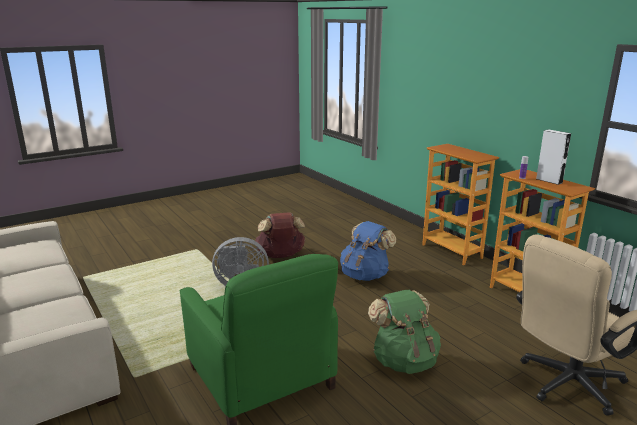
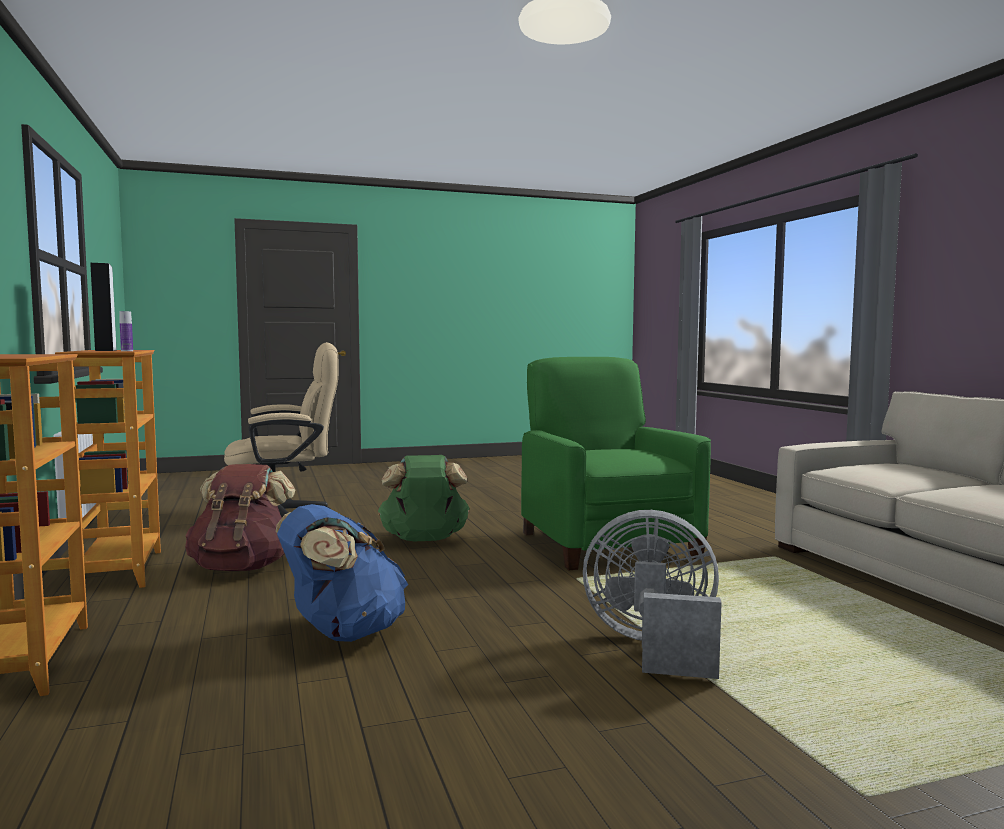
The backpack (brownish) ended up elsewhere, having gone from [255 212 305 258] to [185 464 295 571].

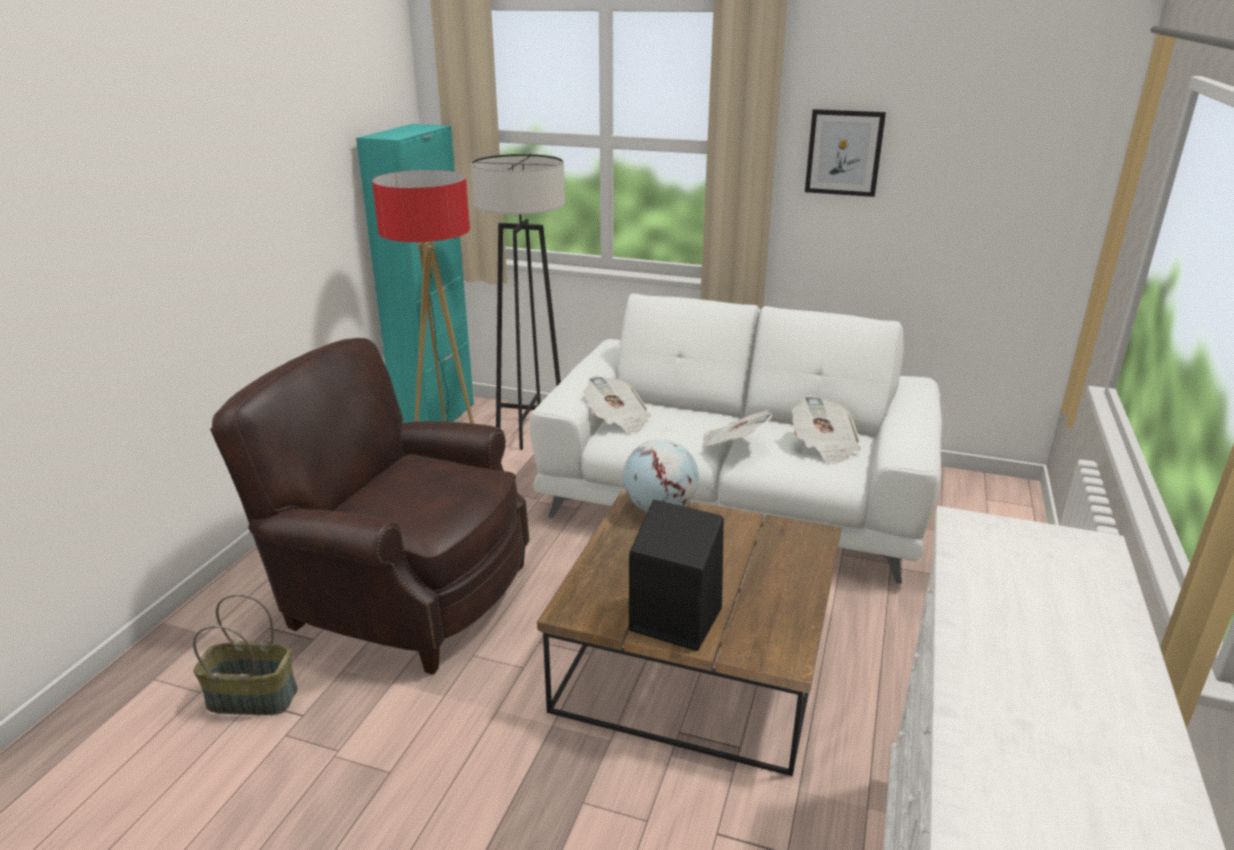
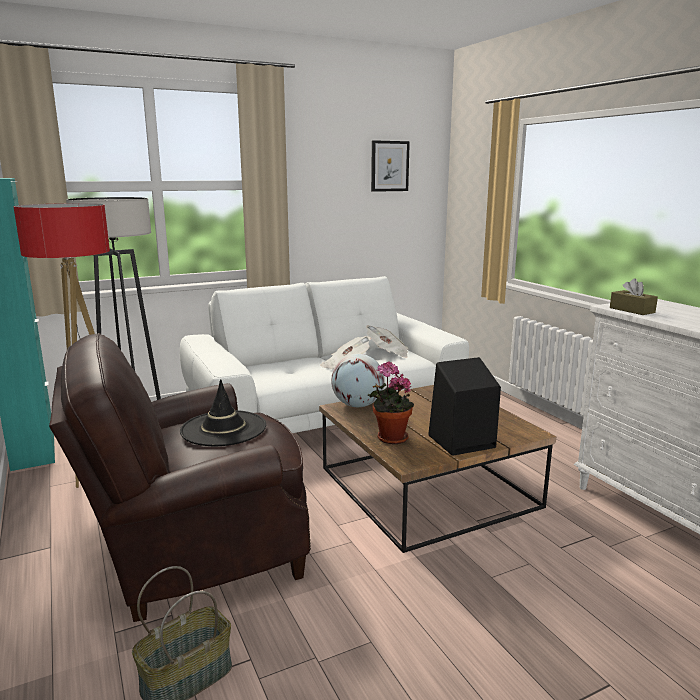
The second view lost the printed paper at [583 376 651 434].
The picture ended up elsewhere, having gone from [805 109 886 197] to [371 140 410 192].
The second view gained the hat (black-coloured) at [180 379 266 446].
The second view gained the potted plant at [368 361 414 444].
The second view gained the tissue holder (brownish) at [610 278 658 315].

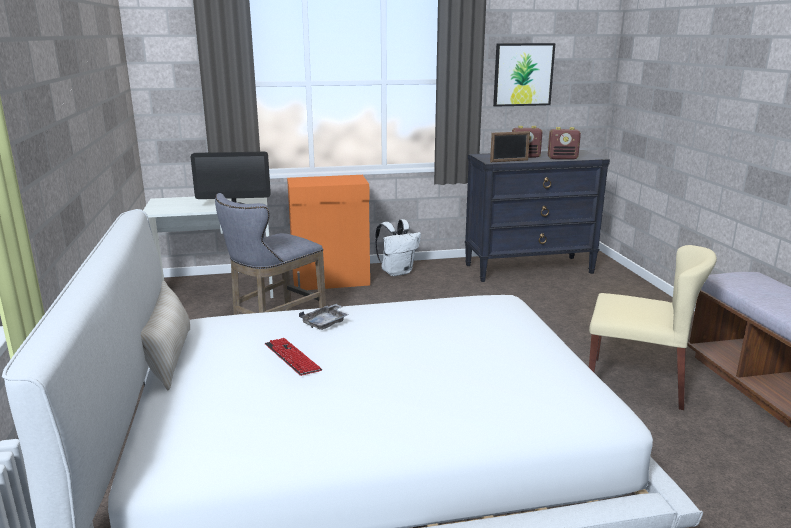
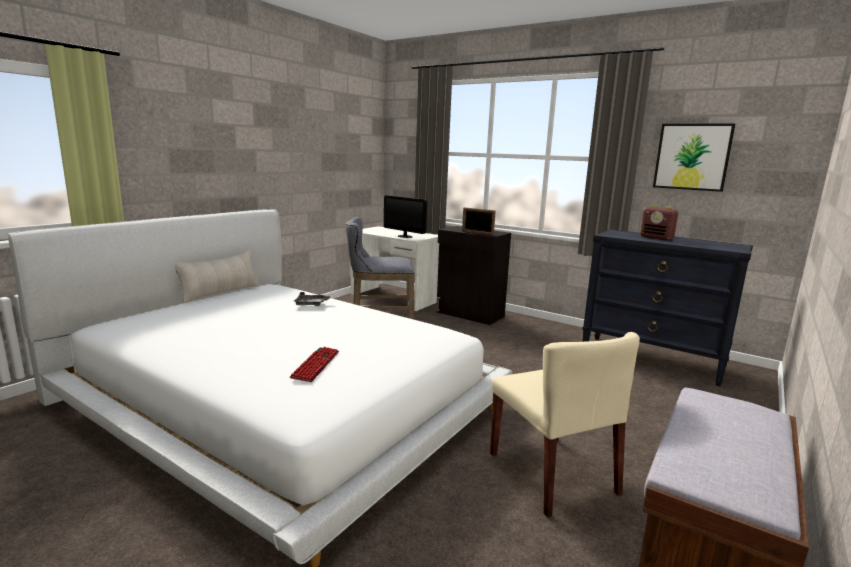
The keyboard ended up elsewhere, having gone from [264 338 322 376] to [290 347 339 382].
What was the cabinet (orange) at [287 175 370 290] turned into the cabinet (black-coloured) at [436 226 511 325].
The second view lost the backpack (white-coloured) at [375 219 421 276].
The photo frame ended up elsewhere, having gone from [490 131 530 162] to [462 207 496 235].
The second view lost the radio at [548 127 581 160].

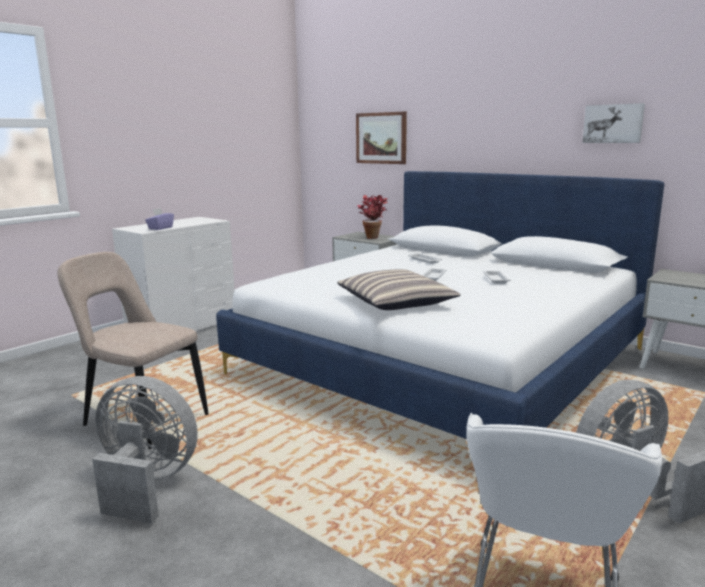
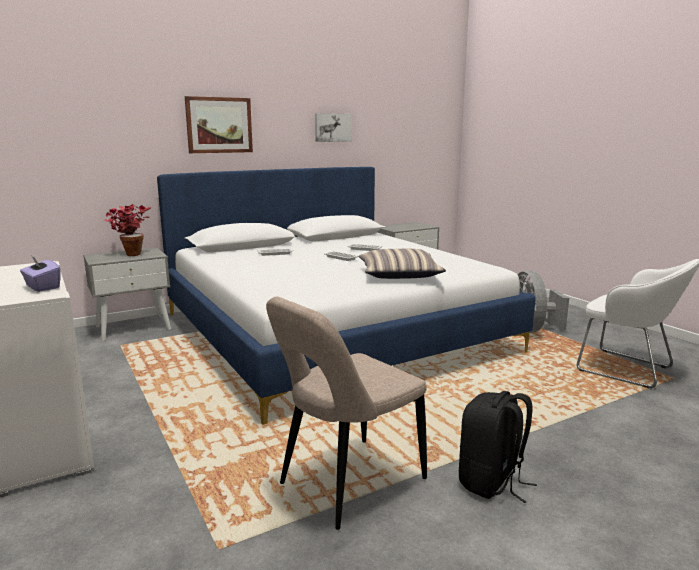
Where the fan (grey) stood at [92 376 198 524], the backpack (black-coloured) came to stand at [459 391 537 503].
The picture ended up elsewhere, having gone from [356 112 407 164] to [185 96 253 153].

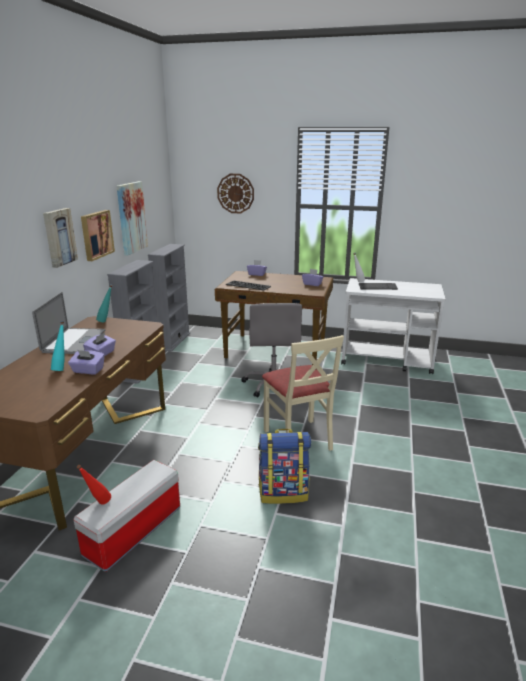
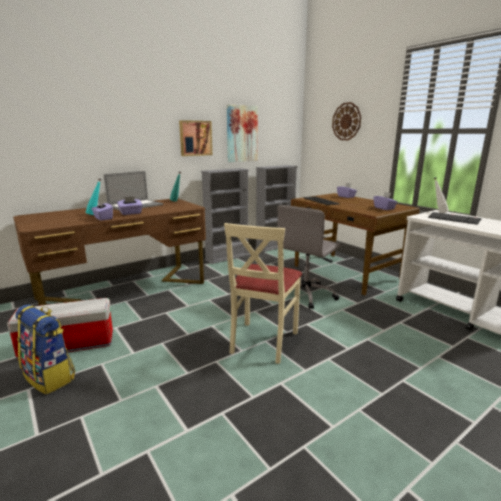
The second view lost the picture at [43 208 78 268].
The second view lost the drink bottle (red) at [77 465 111 505].
The backpack ended up elsewhere, having gone from [258 429 311 504] to [16 304 75 395].

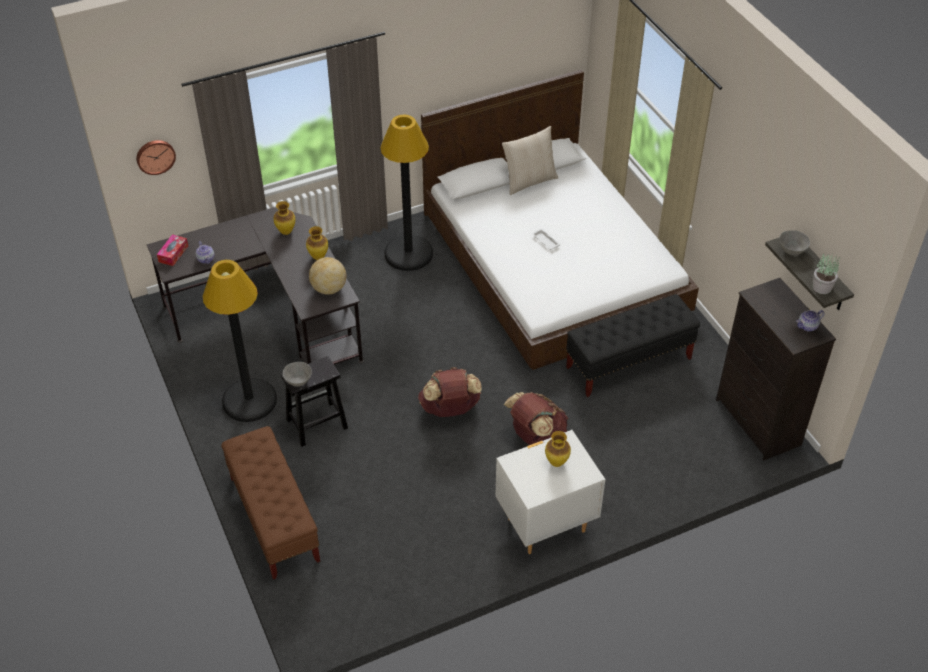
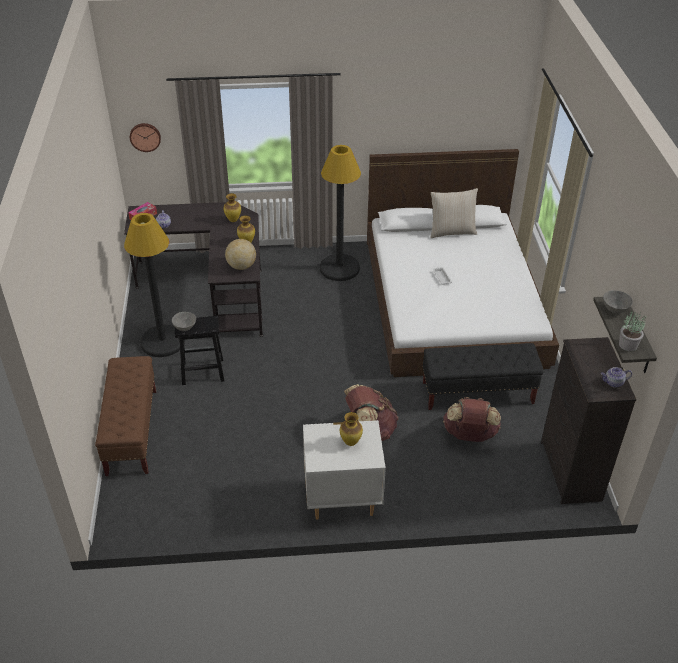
The backpack (brownish) ended up elsewhere, having gone from [418 367 482 417] to [443 397 501 442].

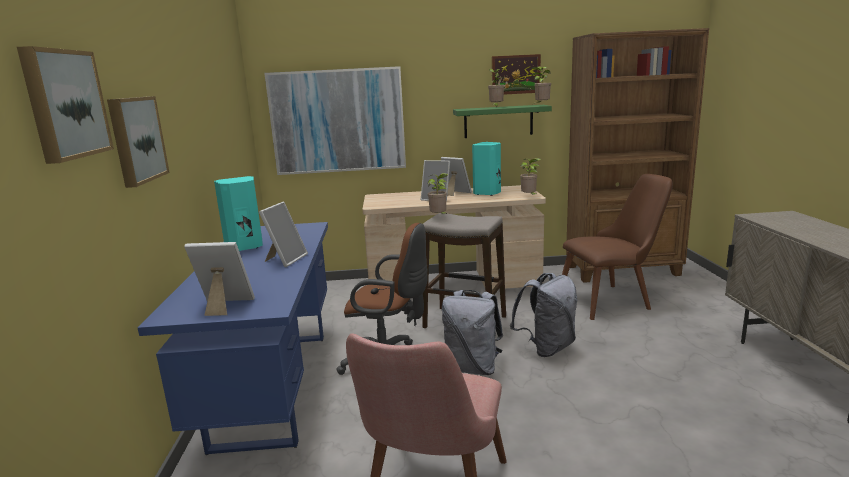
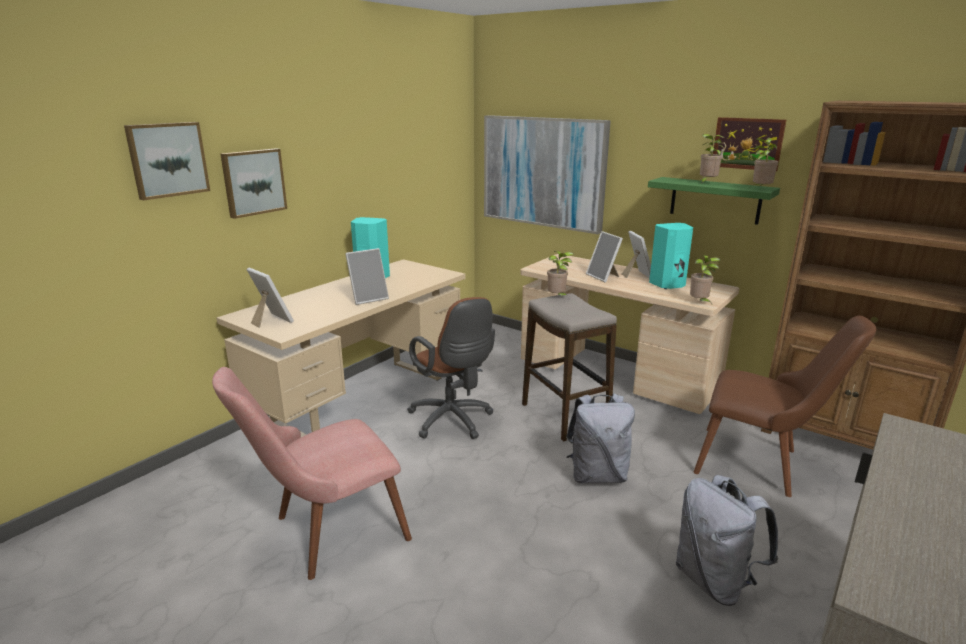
What was the desk table (bluish) at [138 222 328 455] turned into the desk table (beige) at [216 259 466 437].
The backpack (grey) ended up elsewhere, having gone from [442 290 503 375] to [676 475 778 606].

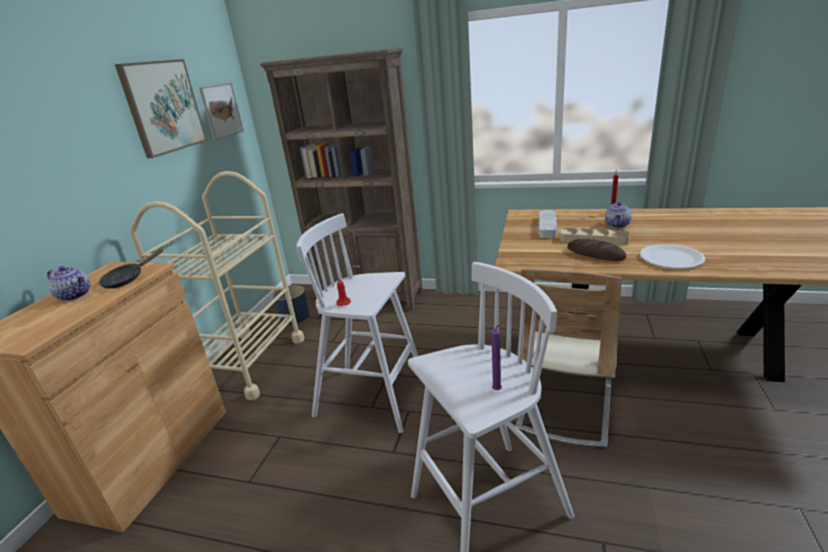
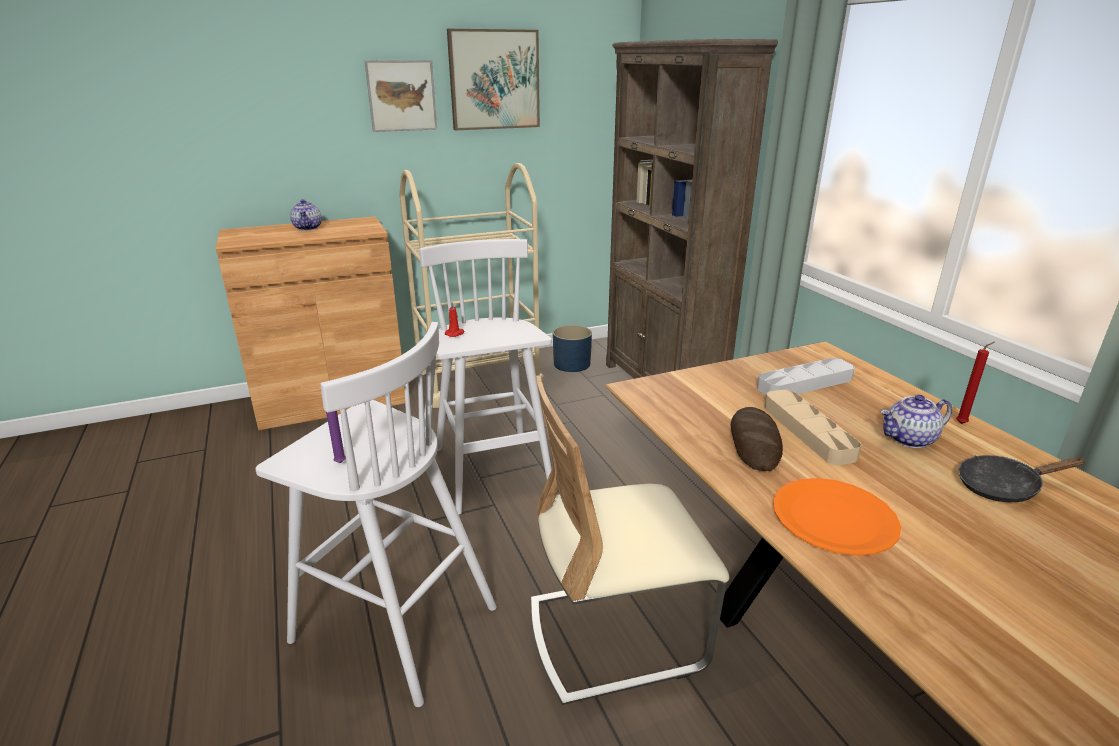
The skillet (black-coloured) ended up elsewhere, having gone from [99 249 163 289] to [958 455 1085 502].
The picture ended up elsewhere, having gone from [199 82 244 141] to [364 60 437 132].
What was the plate (white-coloured) at [640 244 705 269] turned into the plate (orange) at [773 478 901 556].

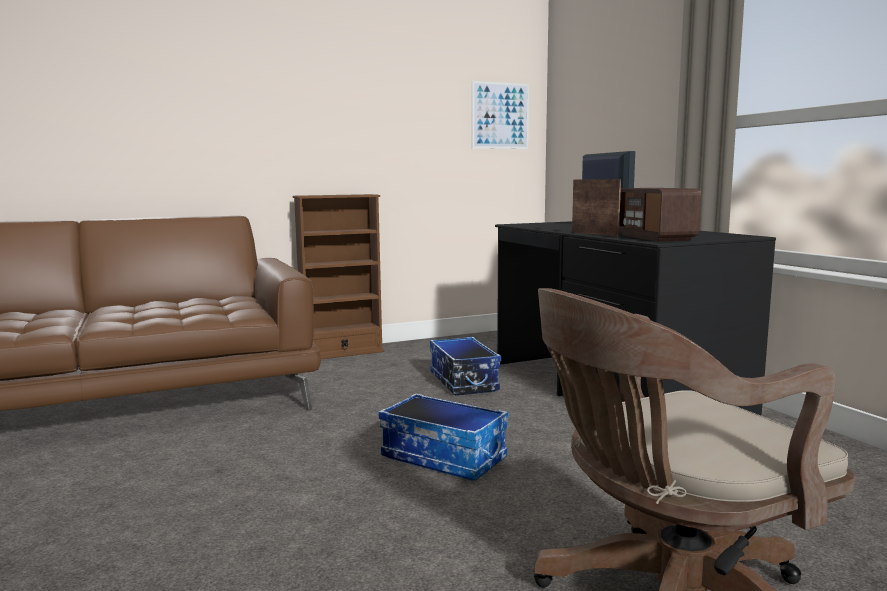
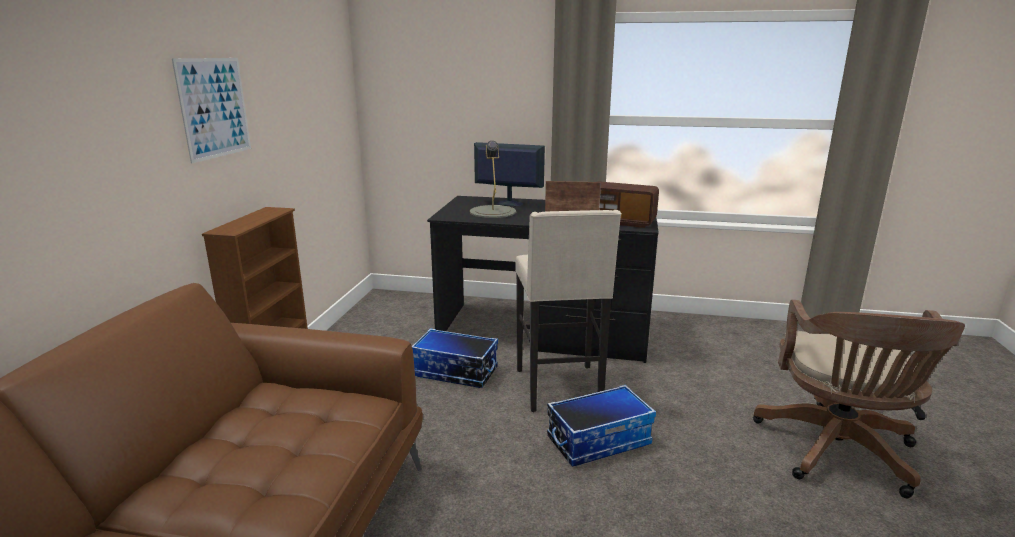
The picture ended up elsewhere, having gone from [472 81 529 149] to [172 58 251 163].
The second view gained the lamp for a table (grey) at [470 141 516 218].
The second view gained the sitting stool (beige) at [515 210 621 412].

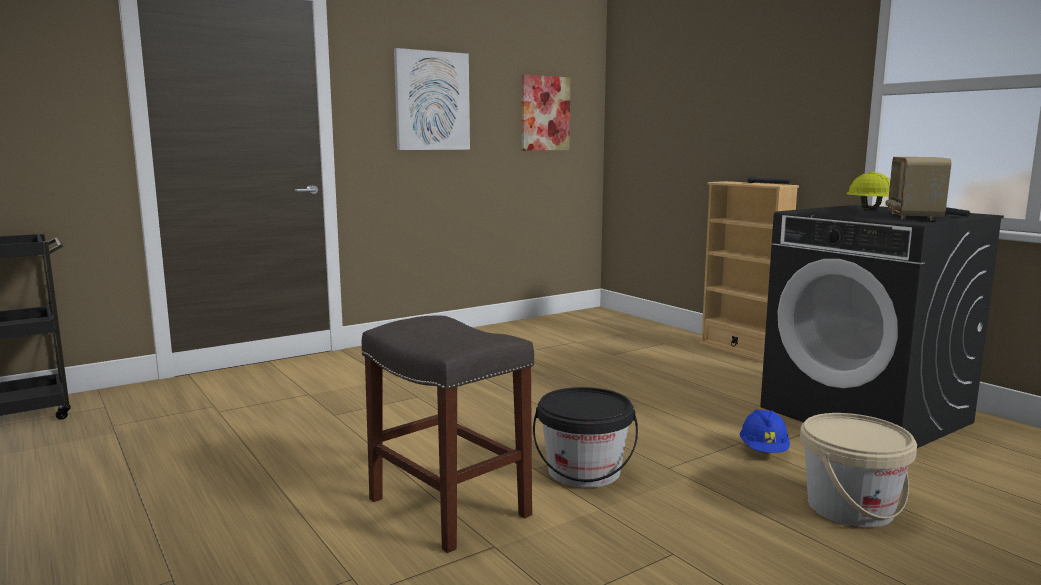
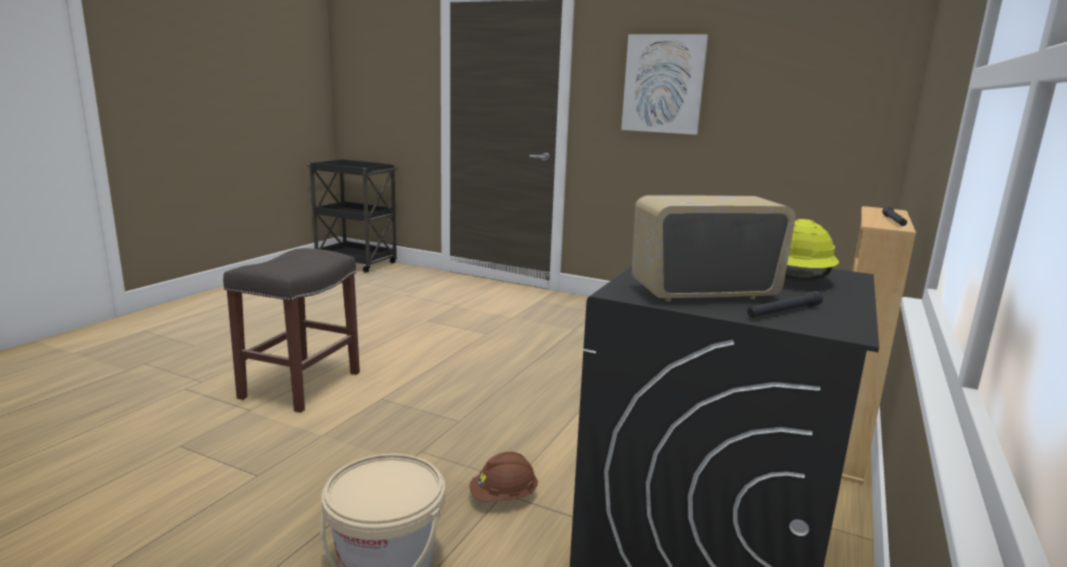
The second view lost the picture at [521 75 570 151].
The second view lost the water bucket (black-coloured) at [533 387 638 488].
What was the work helmet (bluish) at [740 409 790 453] turned into the work helmet (brownish) at [469 452 538 502].

